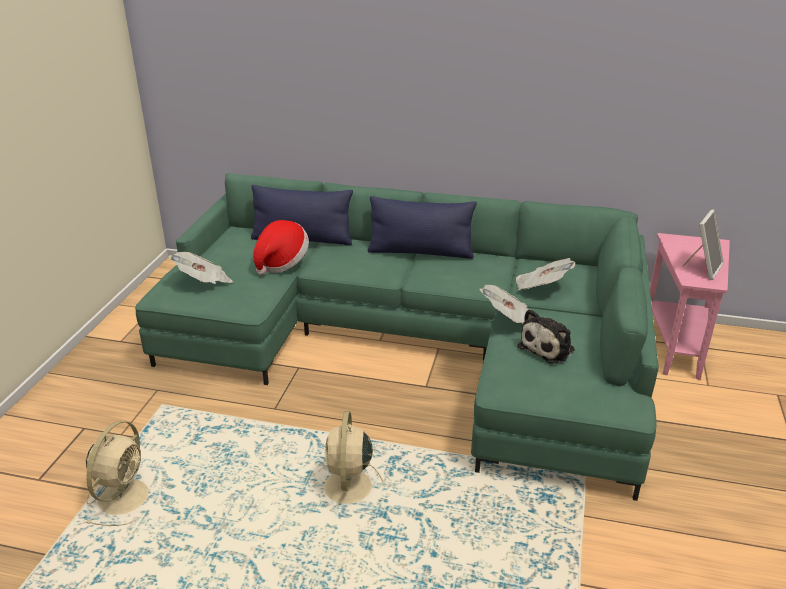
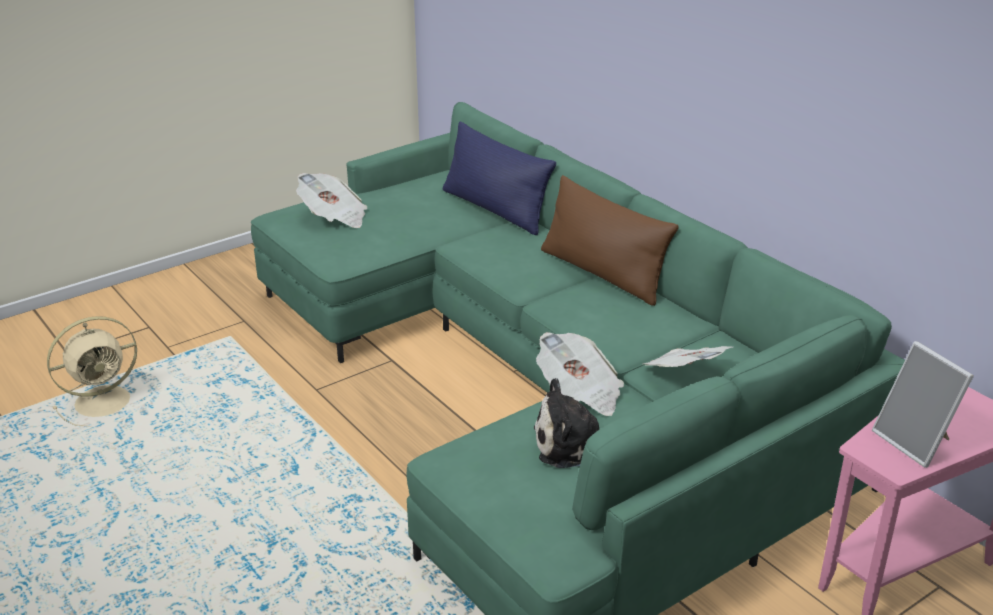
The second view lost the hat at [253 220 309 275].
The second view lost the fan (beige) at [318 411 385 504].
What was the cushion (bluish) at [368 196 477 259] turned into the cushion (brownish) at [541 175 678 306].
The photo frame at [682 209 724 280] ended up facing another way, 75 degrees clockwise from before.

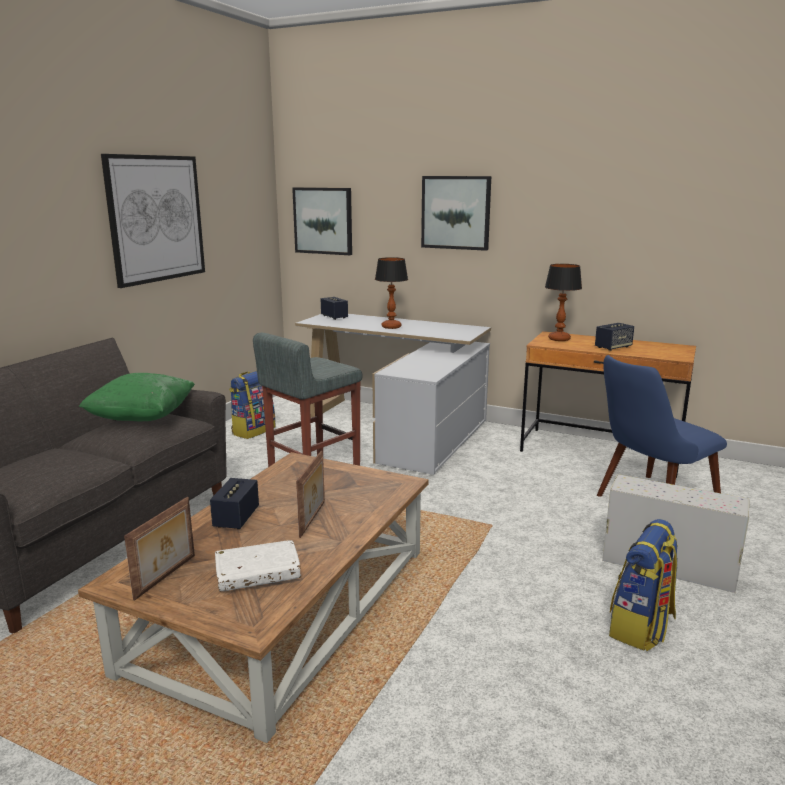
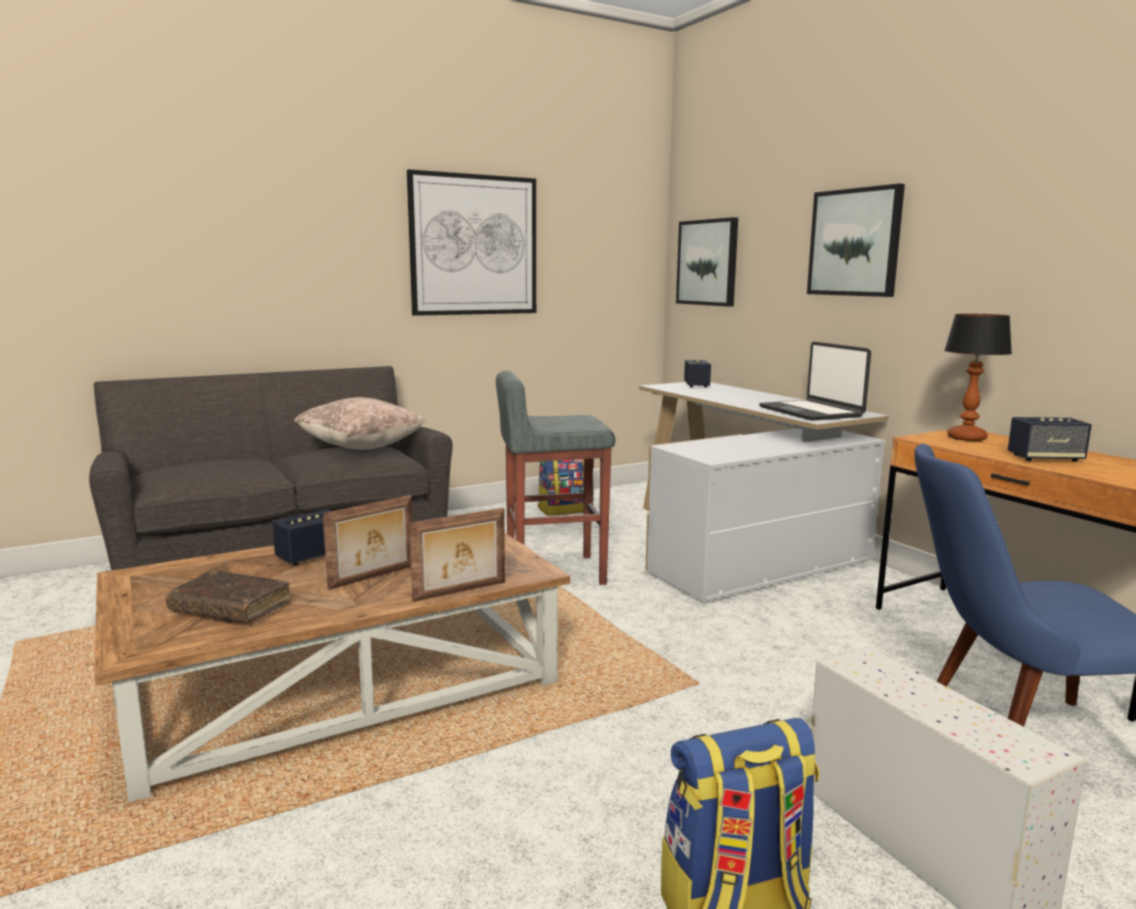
What was the cushion (green-coloured) at [79 373 195 421] turned into the cushion (beige) at [294 397 425 450].
The photo frame ended up elsewhere, having gone from [124 497 195 601] to [409 508 505 602].
What was the bound book (white-coloured) at [215 540 301 591] turned into the bound book (brownish) at [166 570 291 622].
The second view lost the lamp for a table at [375 257 408 329].
The second view gained the portable computer at [759 342 871 421].

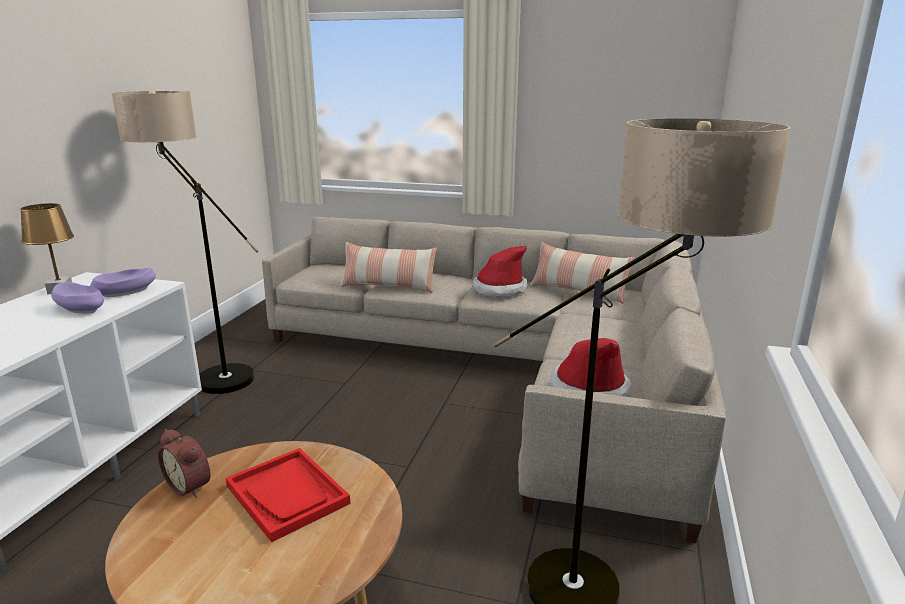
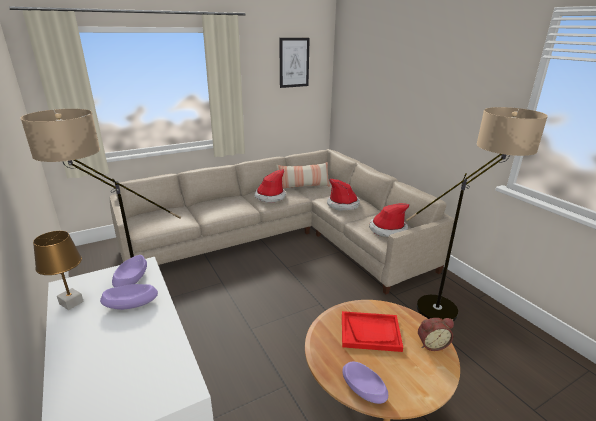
The table clock ended up elsewhere, having gone from [158 429 210 498] to [418 318 454 351].
The second view lost the cushion at [340 242 437 293].
The second view gained the picture at [279 38 310 88].
The second view gained the hat at [327 179 360 211].
The second view gained the bowl (purple-coloured) at [342 362 388 404].

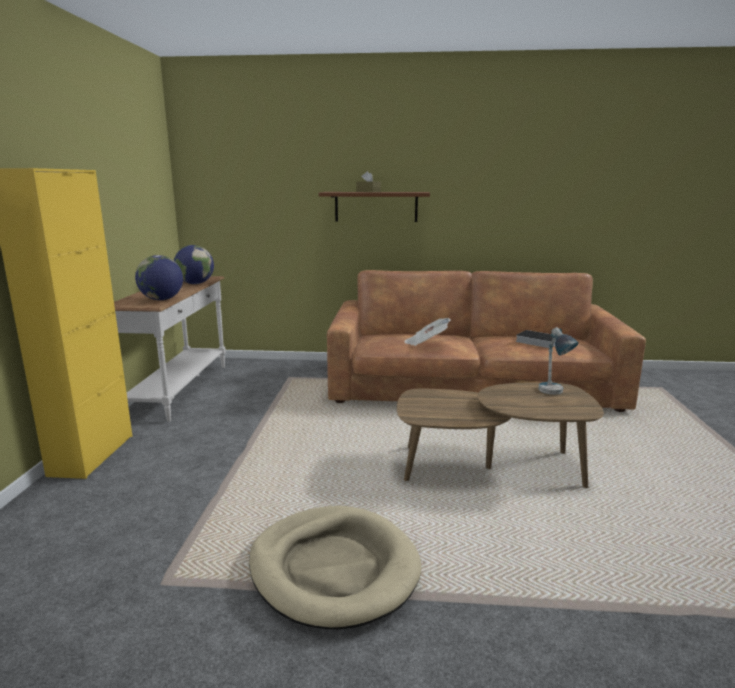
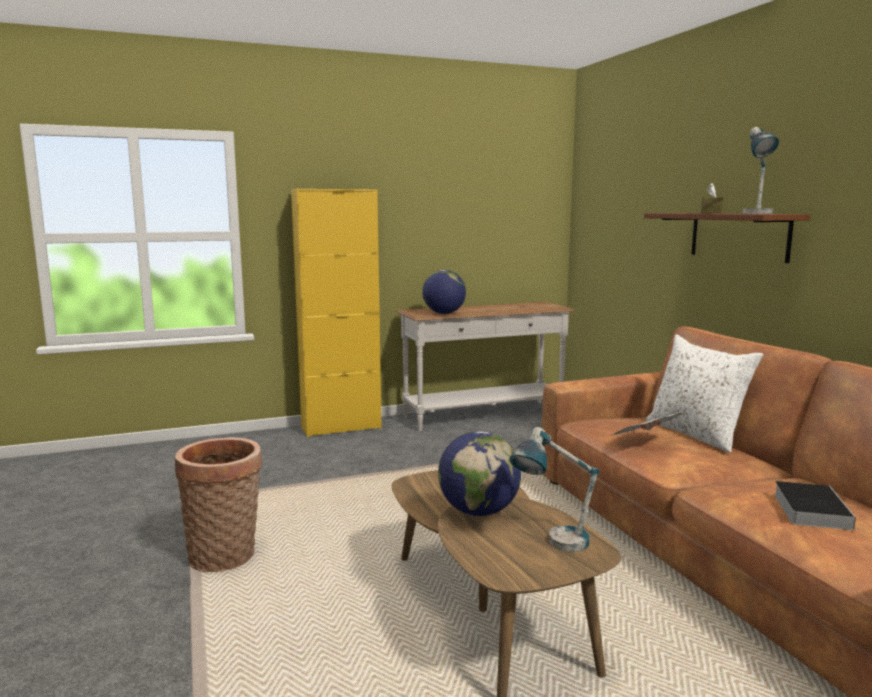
The desk globe ended up elsewhere, having gone from [174 245 214 284] to [438 431 521 516].
Where the dog cushion (beige) stood at [249 506 422 630], the storage basket came to stand at [175 437 262 572].
The second view gained the cushion (white-coloured) at [646 334 763 453].
The second view gained the lamp for a table at [743 127 779 214].

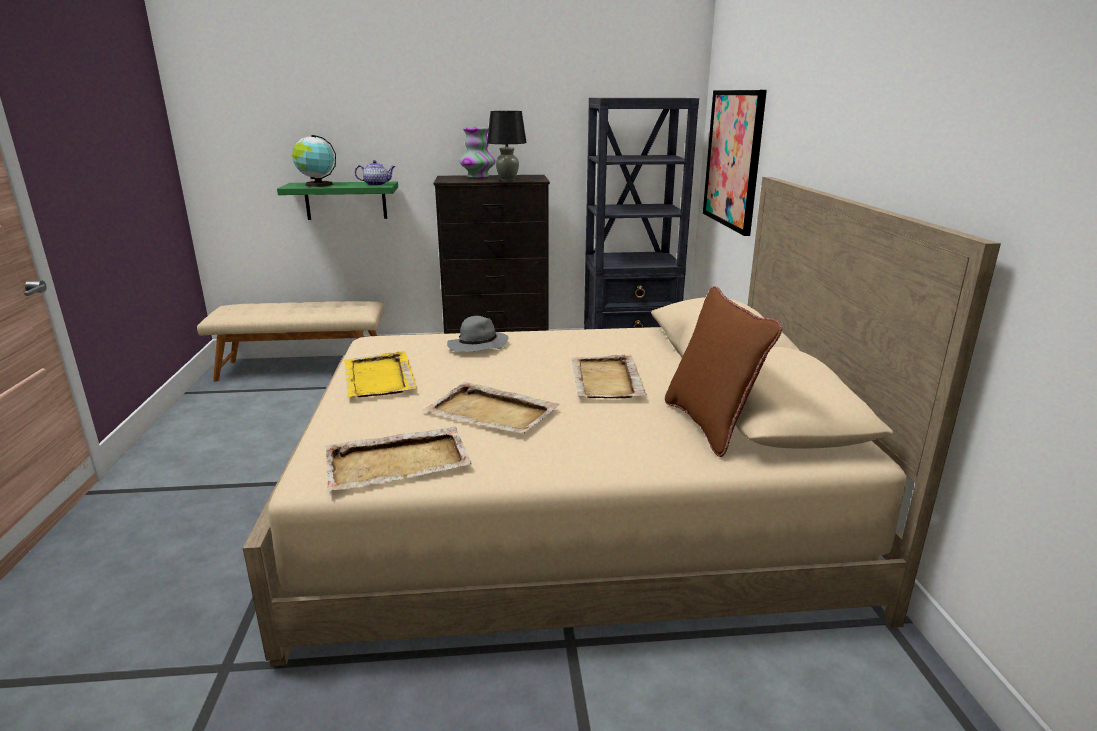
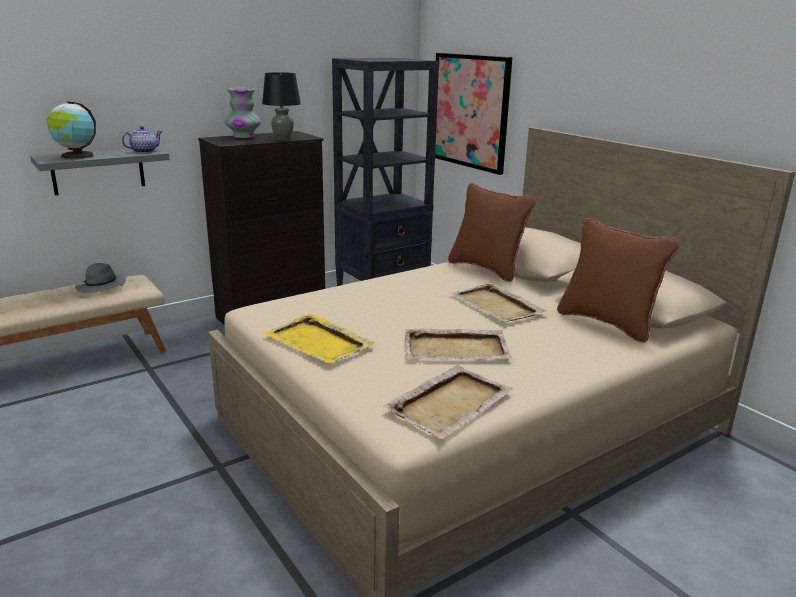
What was the shelf (green-coloured) at [277 182 398 220] turned into the shelf (grey) at [30 147 170 196].
The hat (grey) ended up elsewhere, having gone from [447 316 508 352] to [75 263 126 293].
The second view gained the cushion (brownish) at [448 183 536 282].

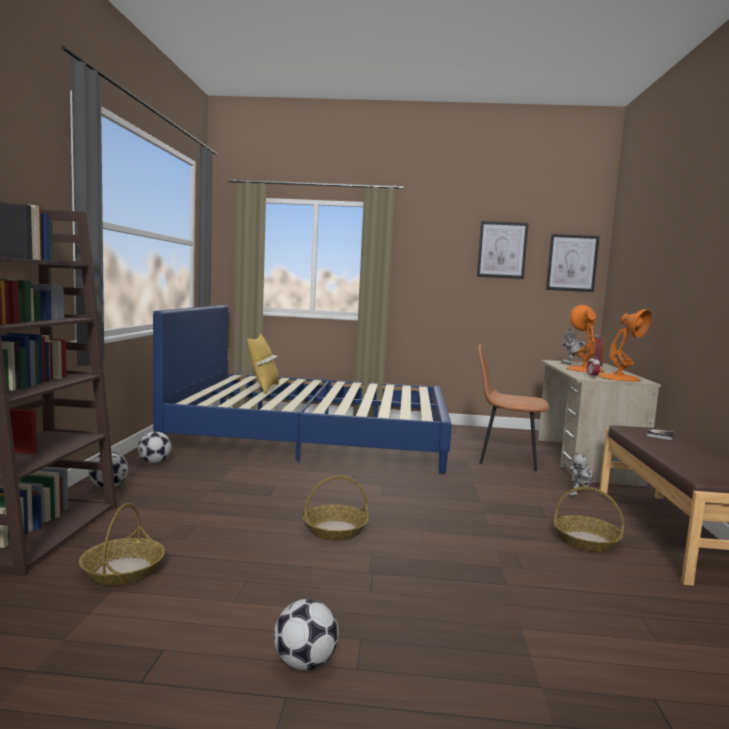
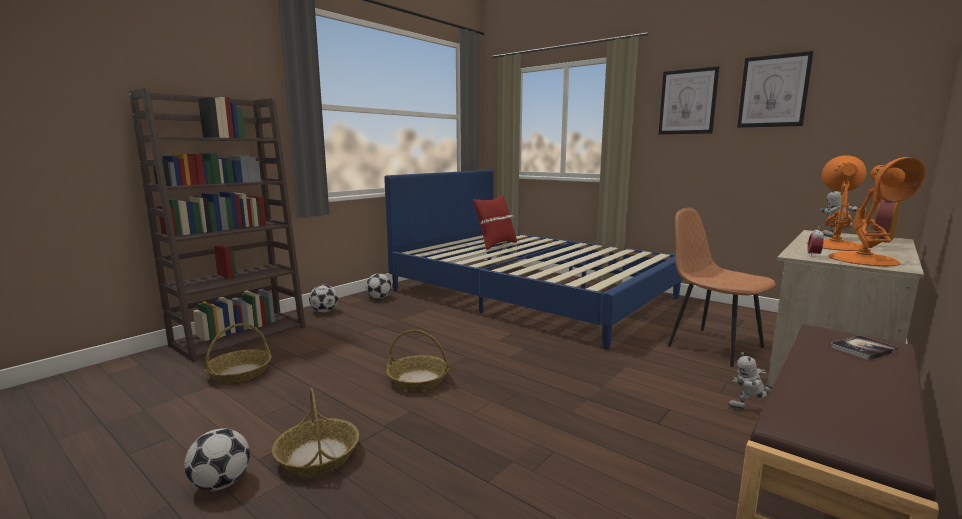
What was the cushion (yellow-coloured) at [247 334 279 394] turned into the cushion (red) at [473 195 517 250].
The picture ended up elsewhere, having gone from [546 234 600 292] to [659 66 719 134].
The storage basket ended up elsewhere, having gone from [554 487 624 552] to [272 387 359 476].

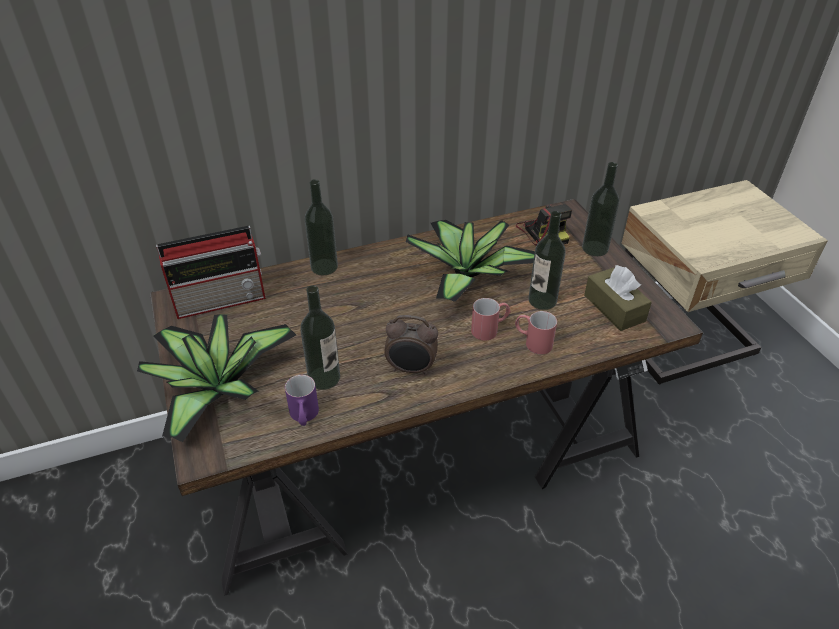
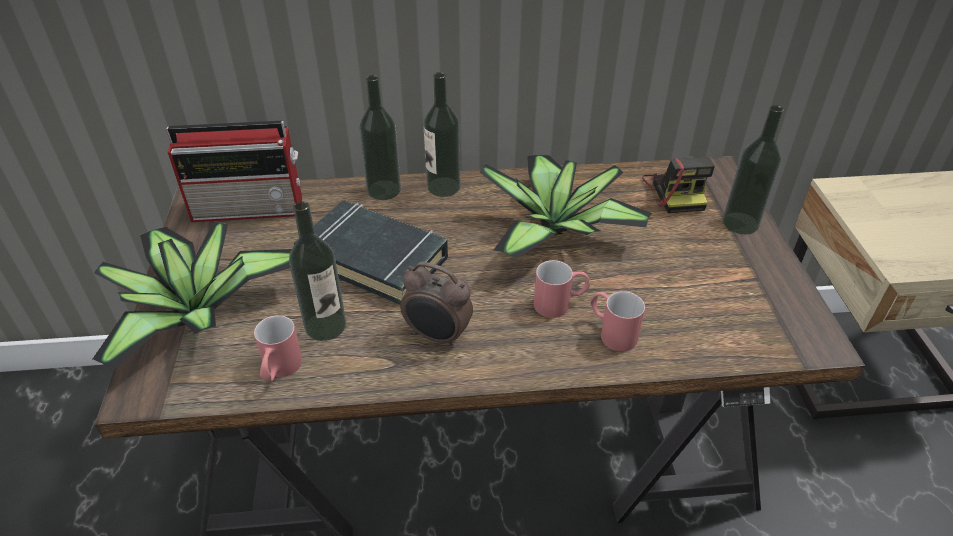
What was the tea mug (purple-coloured) at [285 375 319 426] turned into the tea mug (red) at [254 315 302 382].
The drink bottle ended up elsewhere, having gone from [528 211 566 310] to [424 72 461 197].
The second view lost the tissue holder (brownish) at [584 265 652 331].
The second view gained the bound book (black-coloured) at [294 200 448 304].

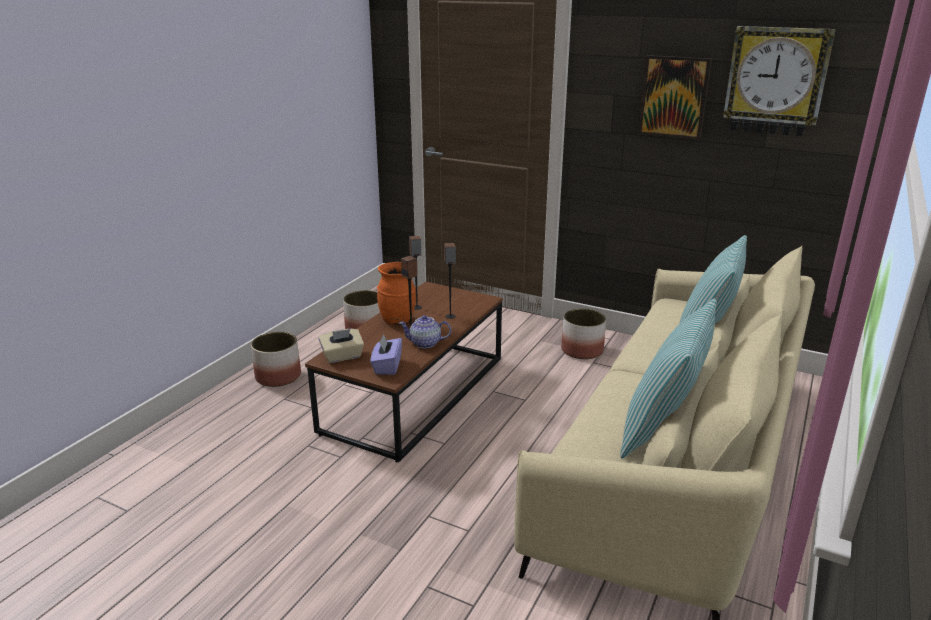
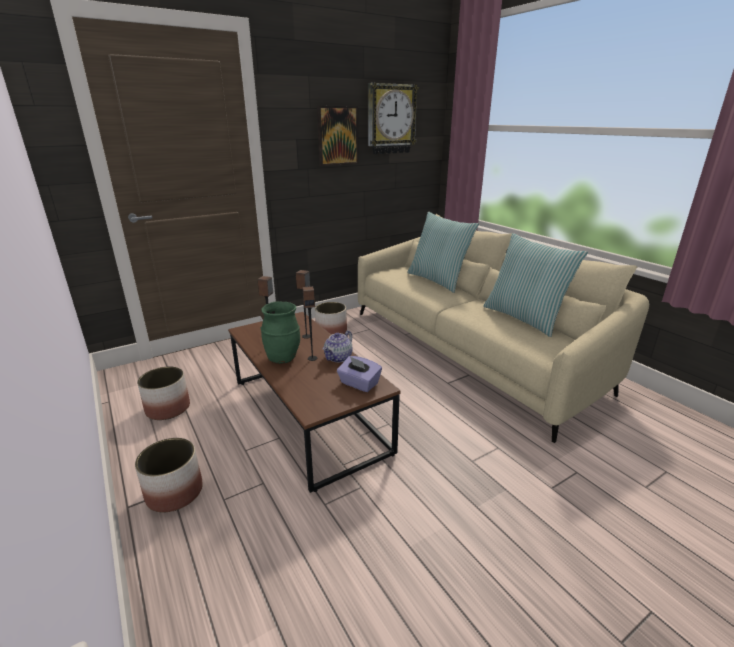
The second view lost the tissue holder (beige) at [318 329 364 363].
What was the flower vase (orange) at [377 262 416 325] turned into the flower vase (green-coloured) at [260 301 300 364].

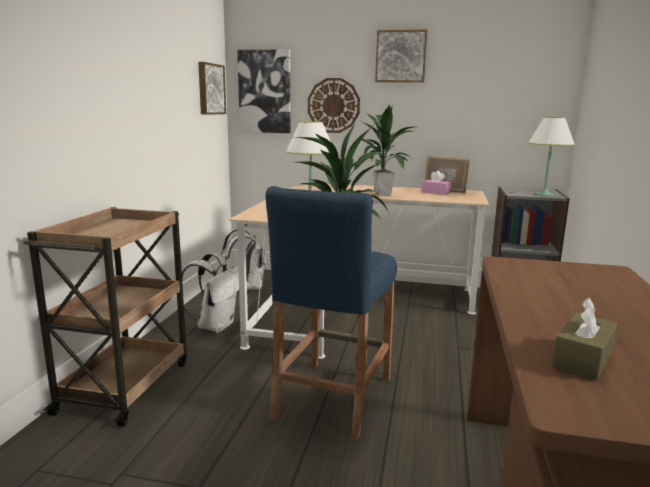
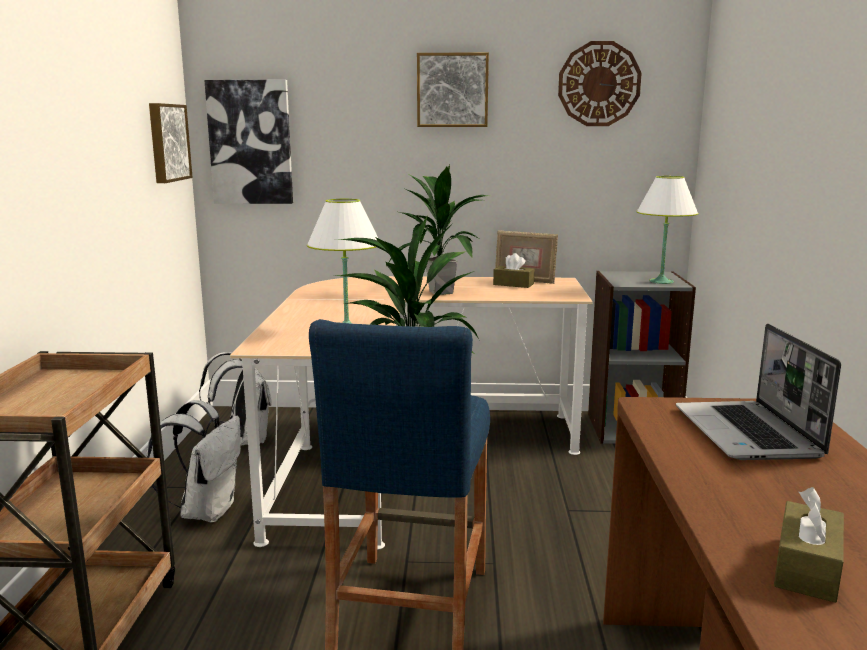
The hanging clock ended up elsewhere, having gone from [308 78 360 133] to [558 41 642 126].
What was the tissue holder (pink) at [421 170 451 195] turned into the tissue holder (brownish) at [493 253 534 288].
The second view gained the portable computer at [676 324 841 460].

